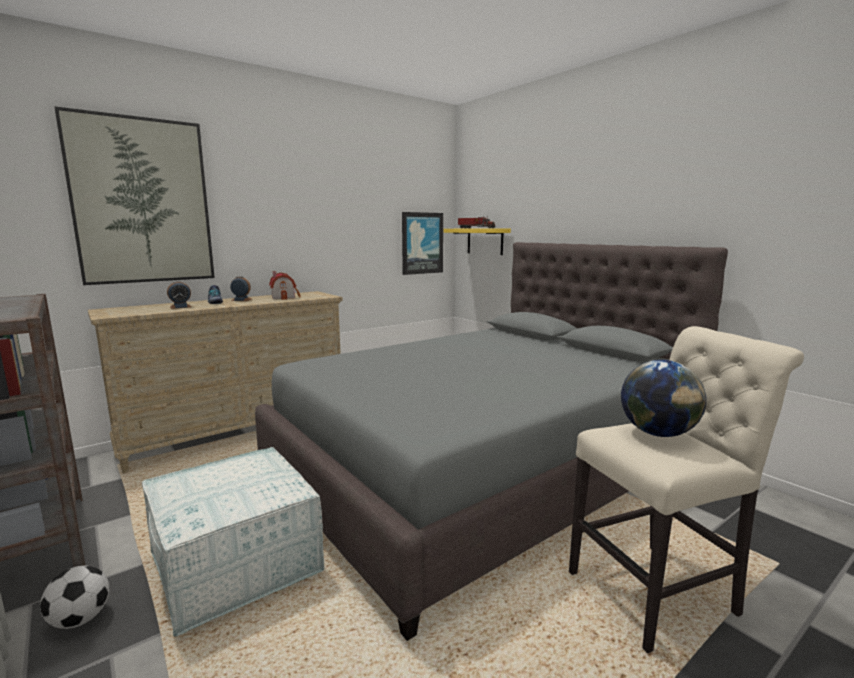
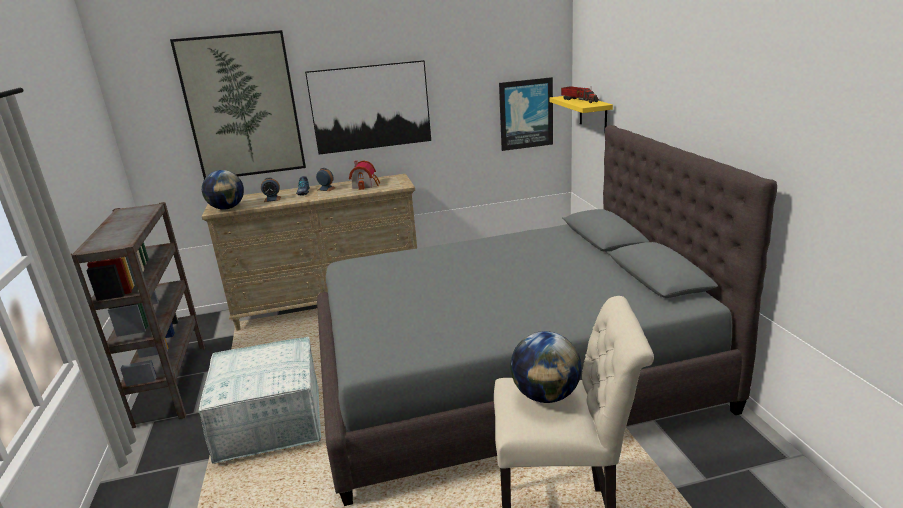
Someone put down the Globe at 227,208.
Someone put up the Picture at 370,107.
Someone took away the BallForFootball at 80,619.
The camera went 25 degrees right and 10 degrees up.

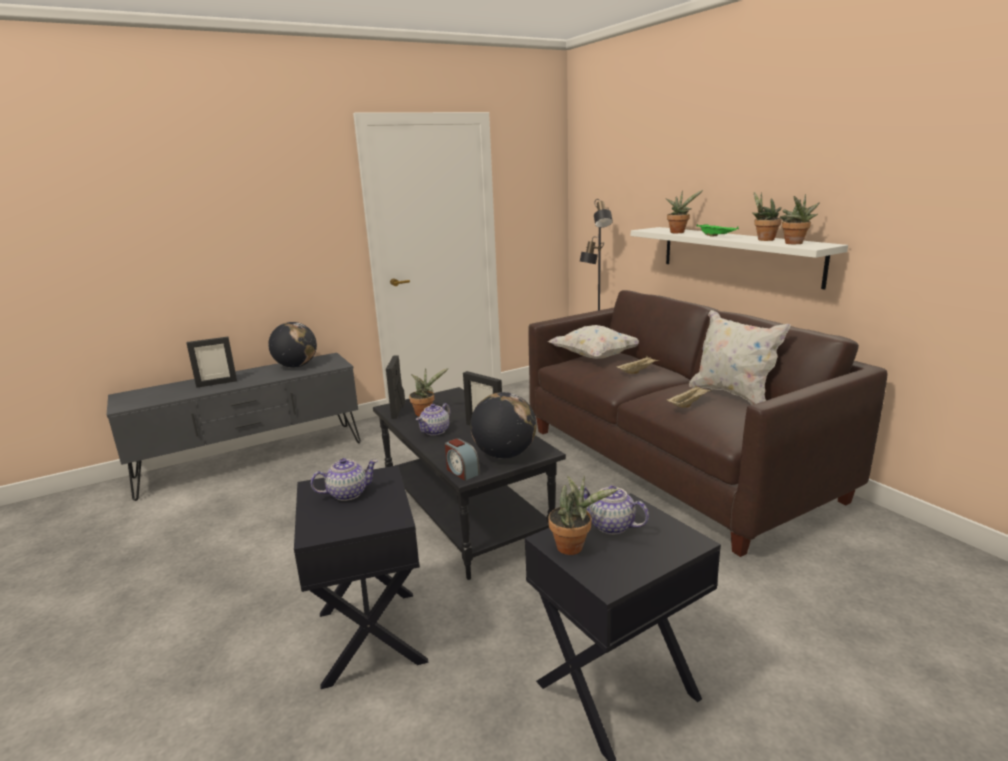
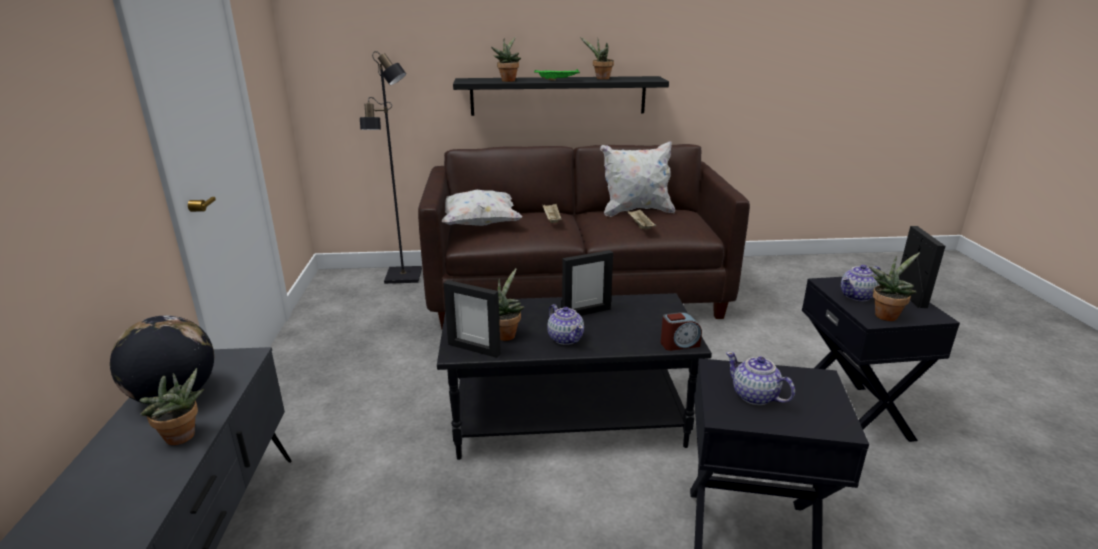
Someone carried the PlantInAPot from 794,243 to 183,438.
Someone repainted the WhitishShelf at 737,254, which became the BlackColouredShelf at 558,95.
Someone rotated the PotForTea at 347,493 by 45 degrees counterclockwise.
Someone carried the StandingFrame from 217,383 to 909,295.
Someone took away the Globe at 504,454.
The camera went 65 degrees left and 5 degrees up.

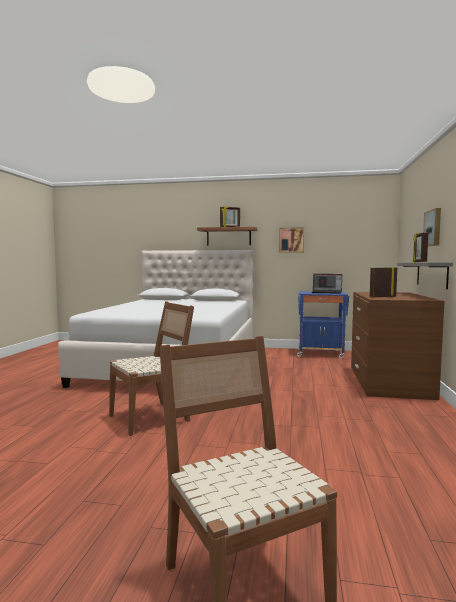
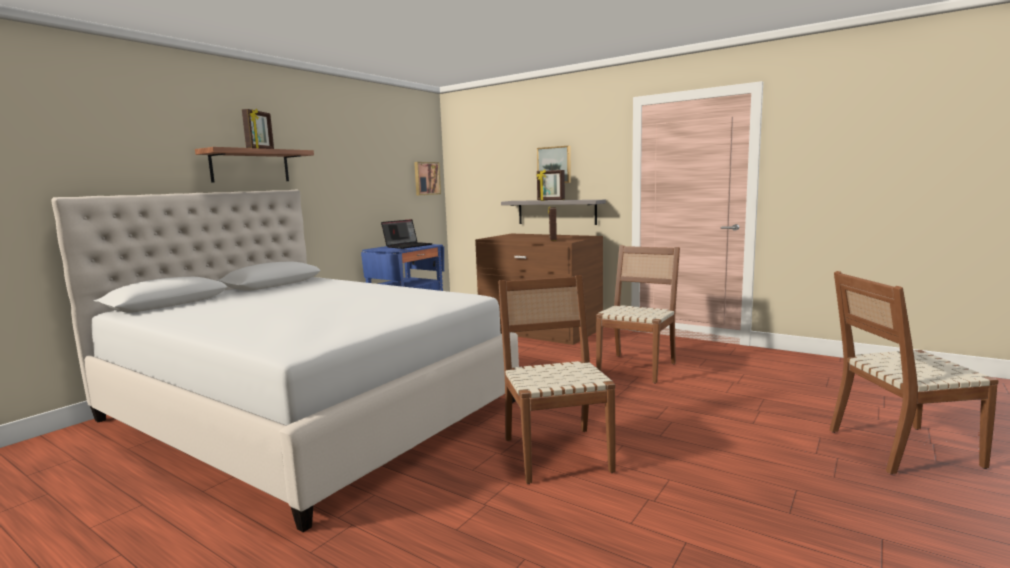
Someone carried the Picture from 291,240 to 426,178.
Someone put down the UprightChair at 637,367.
The camera went 65 degrees left and 5 degrees up.

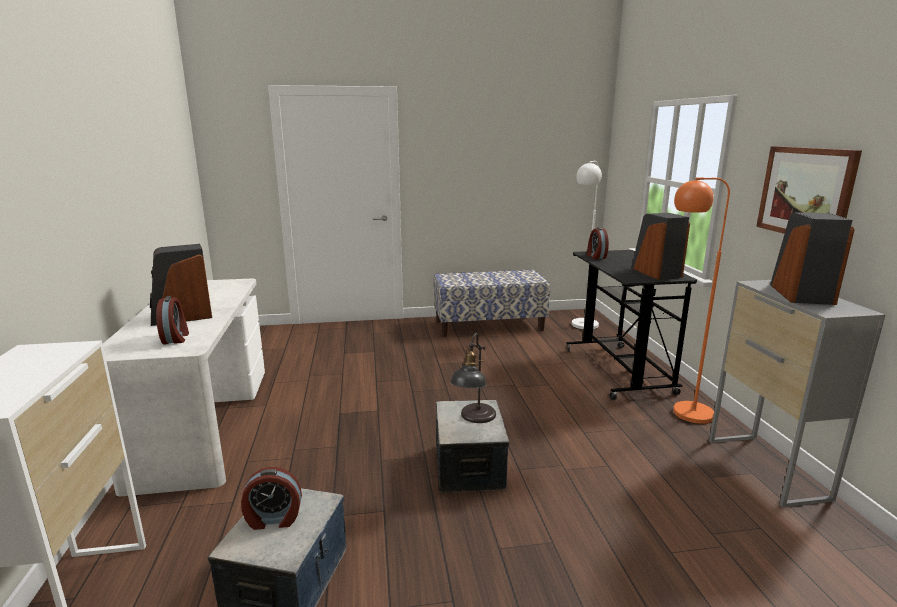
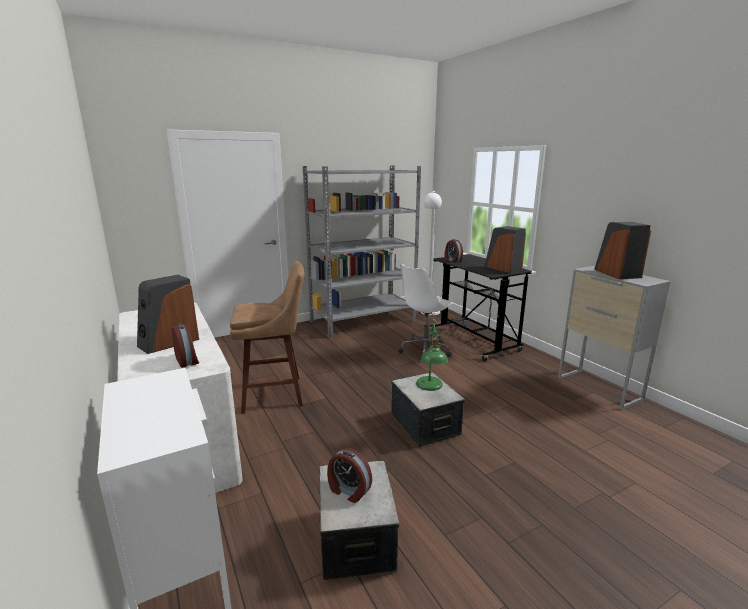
Someone put down the BrownColouredStoolSeat at 275,394.
Someone swapped the LongSeat at 489,325 for the GreyShelvingUnit at 363,321.
Someone rotated the AlarmClock at 273,519 by 60 degrees clockwise.
Someone put down the WhitishComputerChair at 424,351.
Someone repainted the GreyTabletopLamp at 474,421, which became the GreenishTabletopLamp at 431,390.
Someone took away the OrangeyStandingLamp at 681,415.
Someone took away the Picture at 805,192.
The camera went 20 degrees left and 0 degrees up.

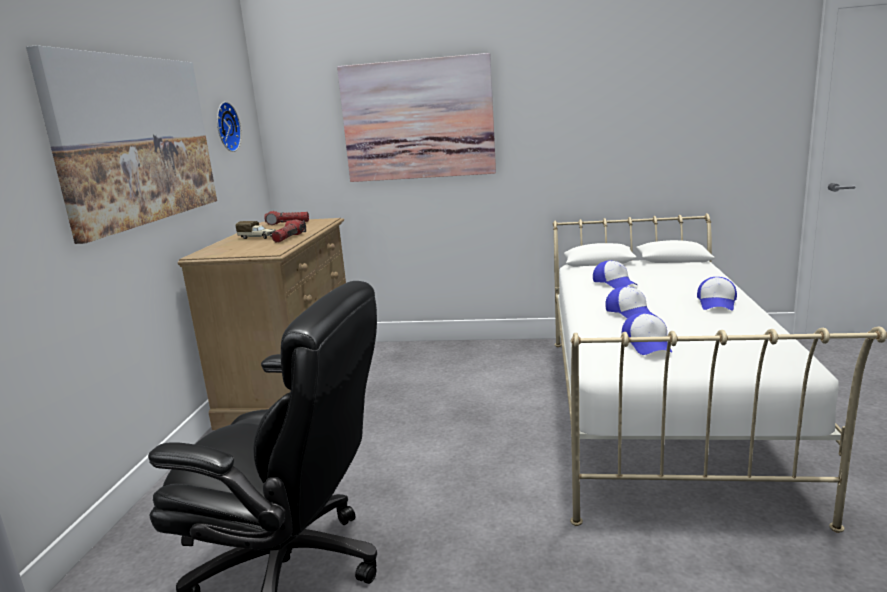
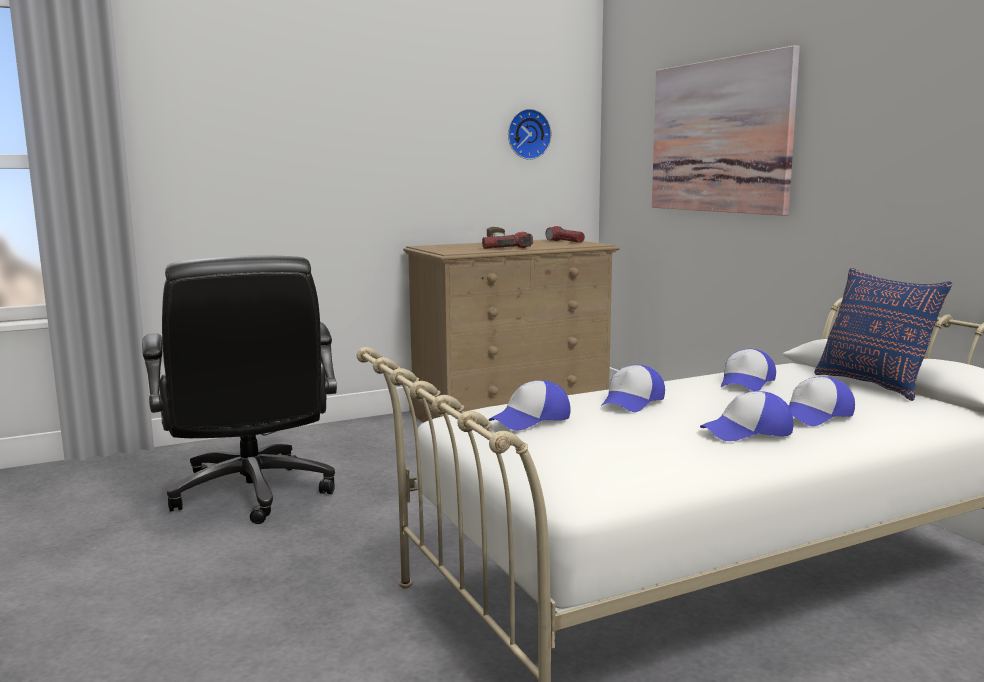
Someone put down the PeakedCap at 815,416.
Someone put down the BluishThrowPillow at 873,385.
Someone took away the Picture at 137,140.
The camera went 55 degrees right and 5 degrees down.

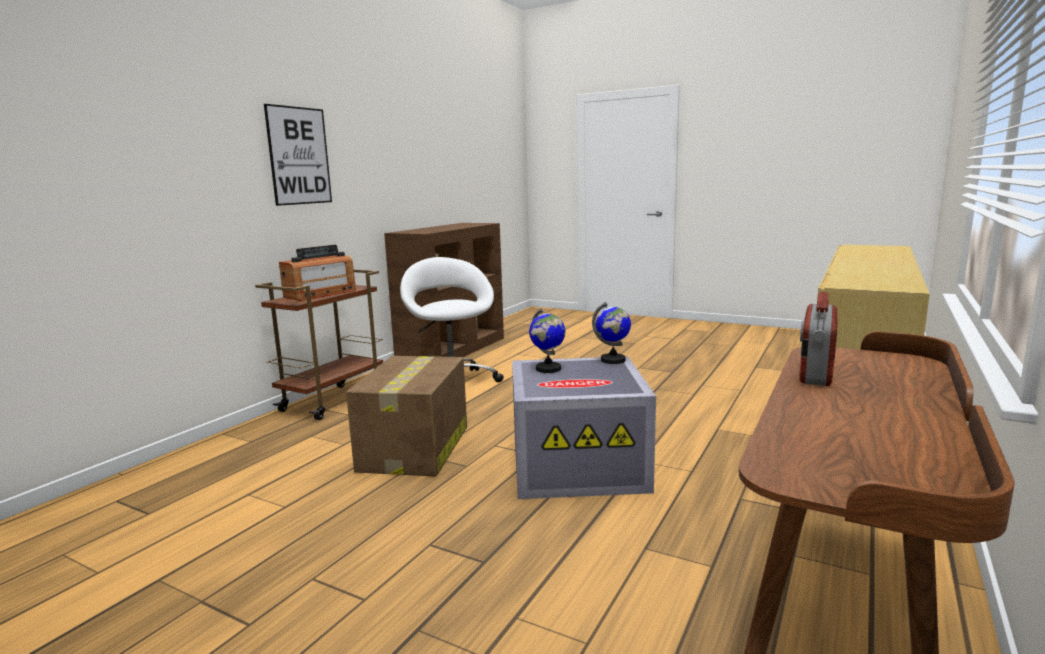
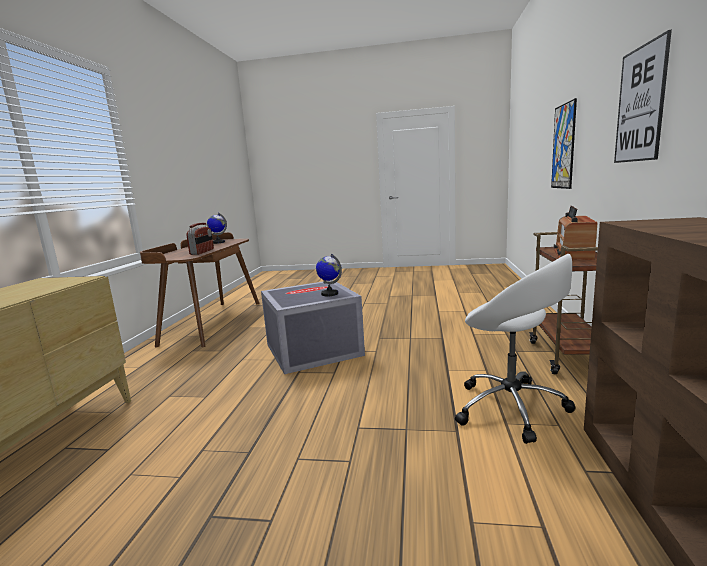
Someone carried the Globe from 613,360 to 218,242.
Someone put up the Picture at 563,146.
Someone took away the CardboardBox at 414,449.
The camera went 160 degrees right and 0 degrees up.

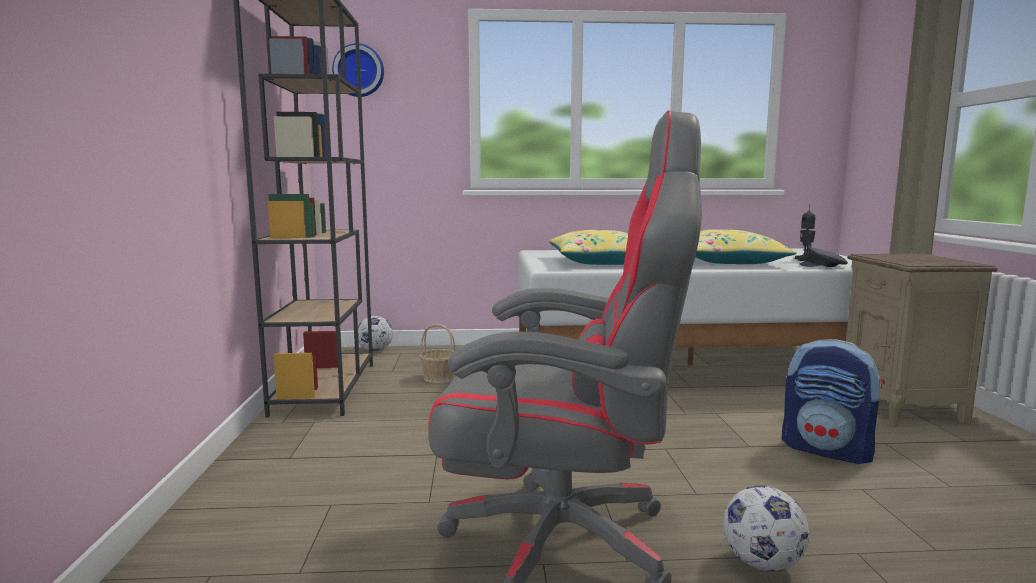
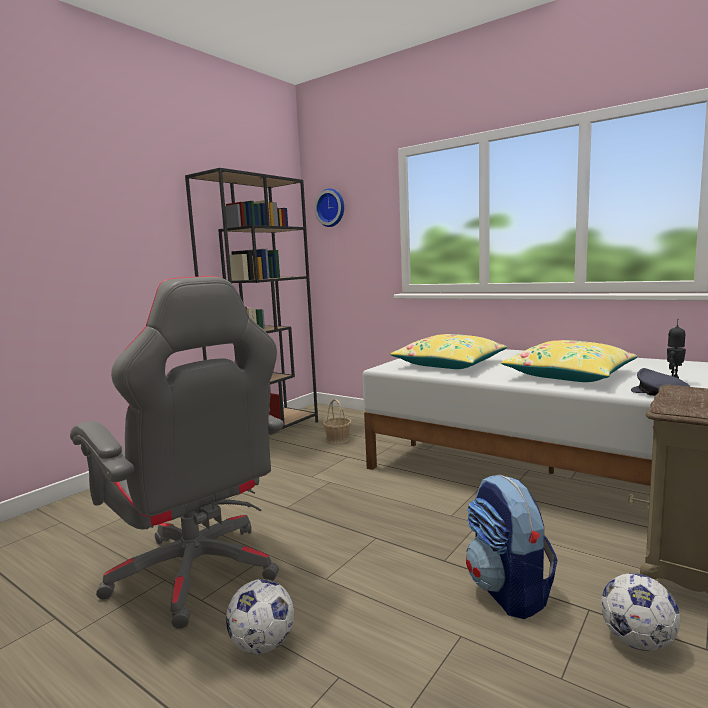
Someone carried the BallForFootball from 375,350 to 637,641.
The camera went 40 degrees right and 0 degrees up.

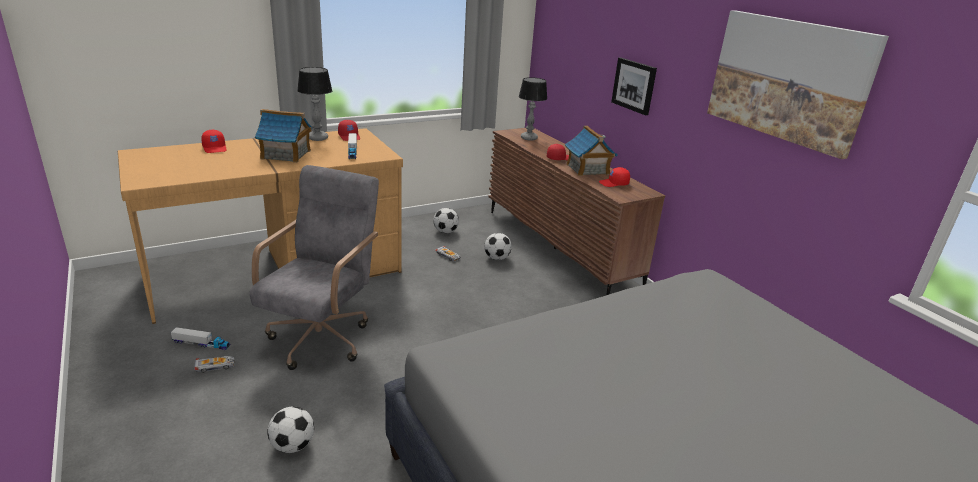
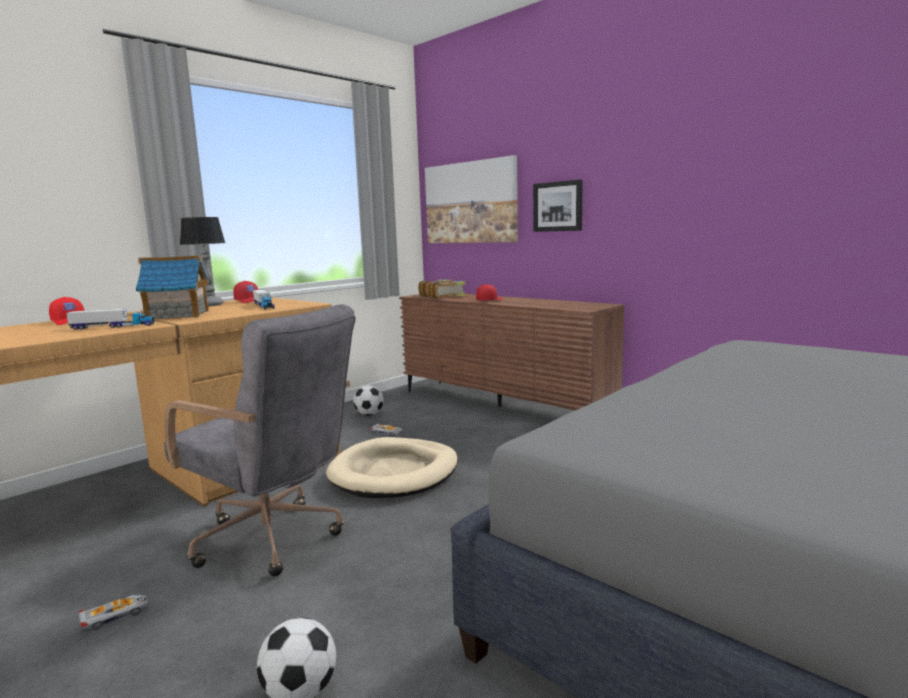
Someone carried the ToyTruck from 201,344 to 113,327.
Someone rotated the GreyComputerChair at 322,338 by 120 degrees clockwise.
Someone put down the BeigeDogBed at 394,473.
Someone swapped the TabletopLamp at 528,138 for the BoundBook at 442,296.
Someone carried the Picture from 788,79 to 471,202.
Someone took away the BallForFootball at 497,258.
Someone took away the ToyHouse at 587,169.
Someone took away the RedColouredPeakedCap at 614,183.
The camera went 15 degrees left and 15 degrees down.

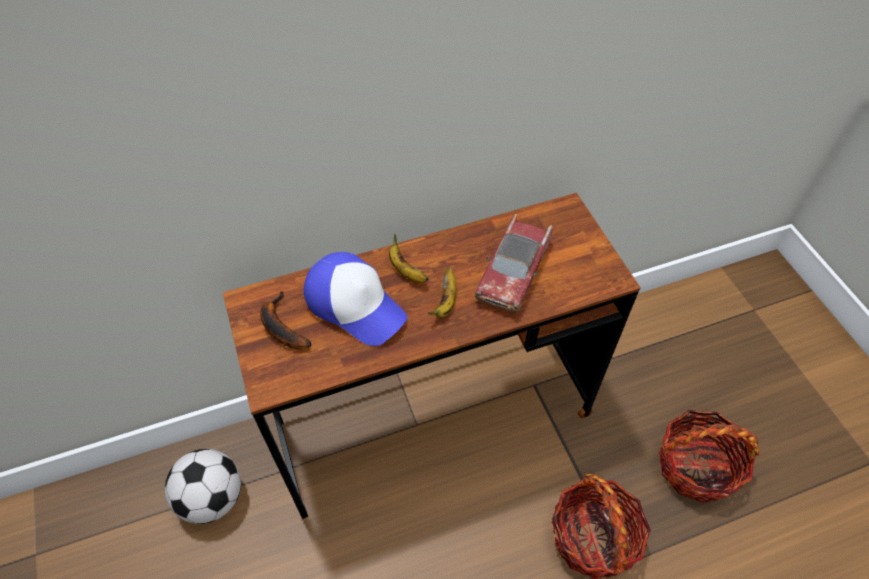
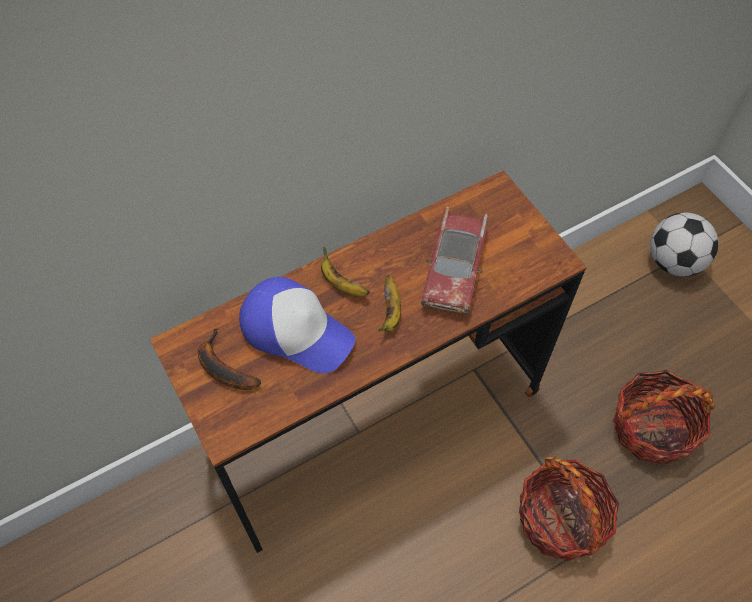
Someone carried the BallForFootball from 212,498 to 673,262.
The camera went 10 degrees left and 5 degrees up.

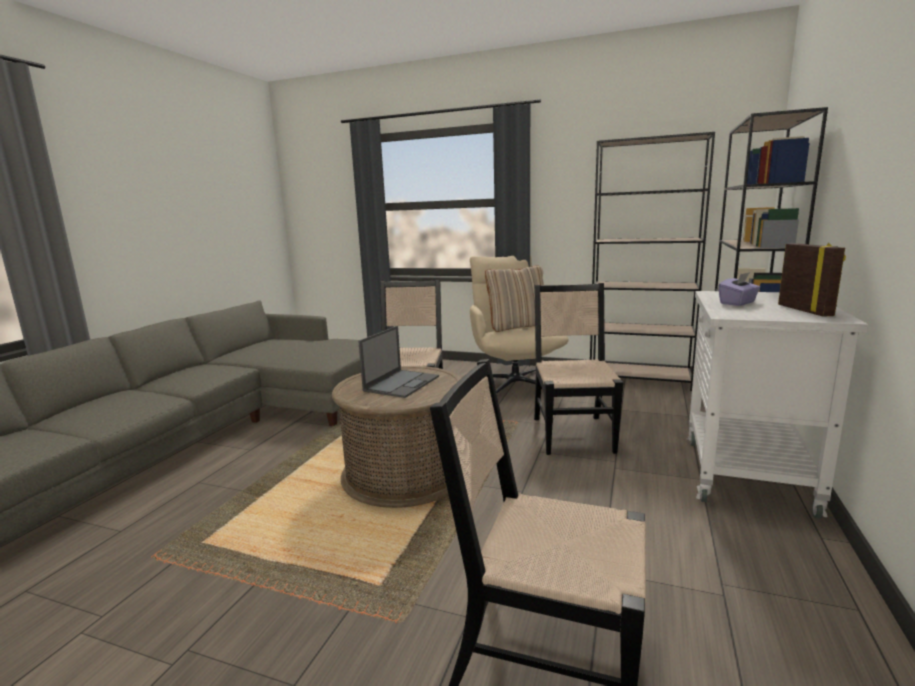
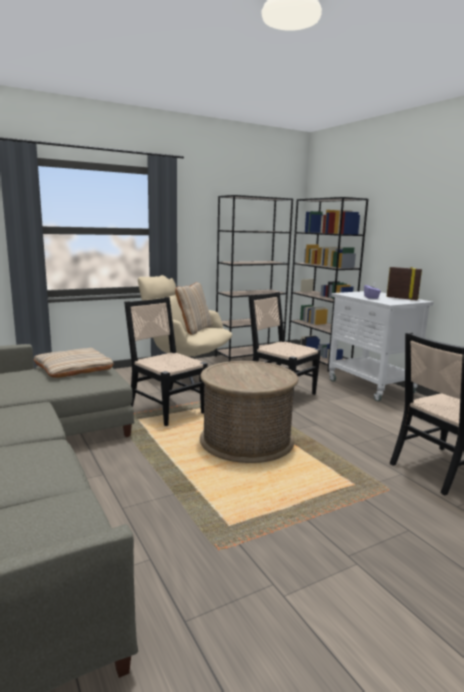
Someone put down the BeigeThrowPillow at 73,368.
Someone took away the NotebookComputer at 402,383.
The camera went 50 degrees left and 0 degrees up.

